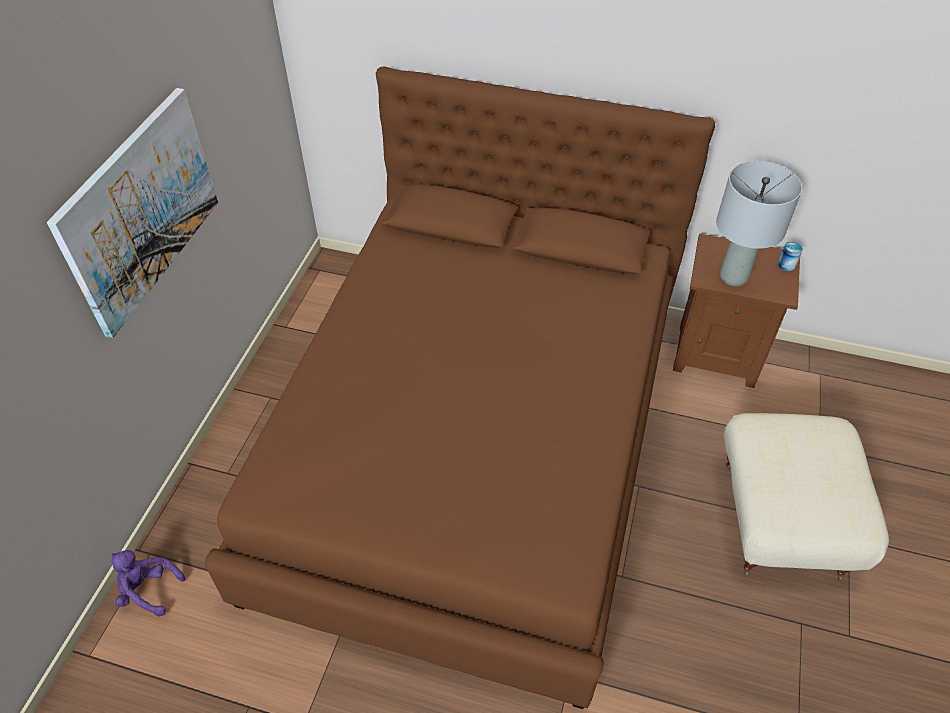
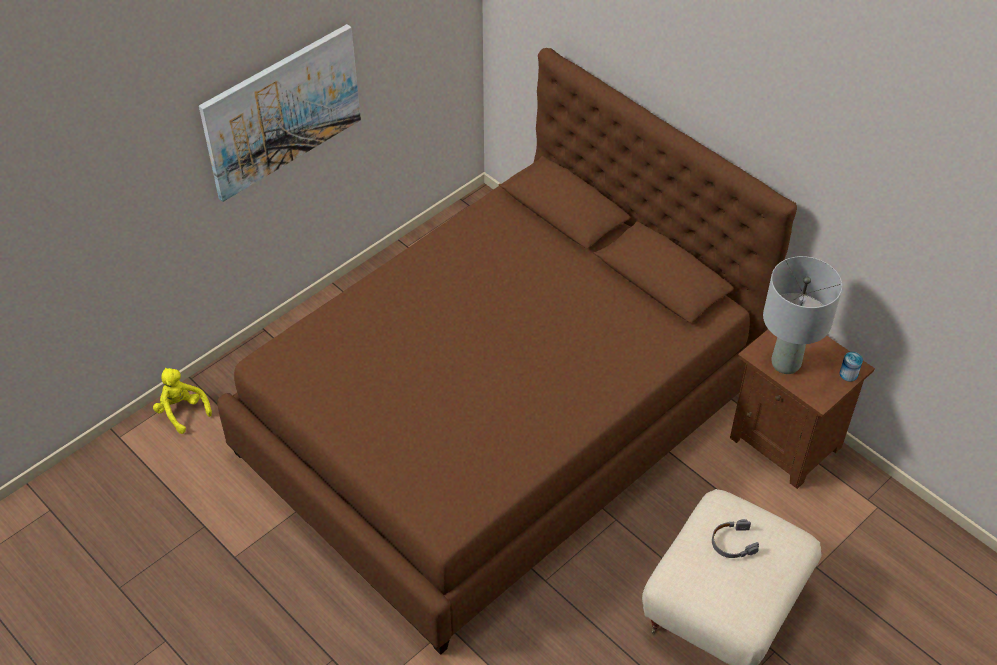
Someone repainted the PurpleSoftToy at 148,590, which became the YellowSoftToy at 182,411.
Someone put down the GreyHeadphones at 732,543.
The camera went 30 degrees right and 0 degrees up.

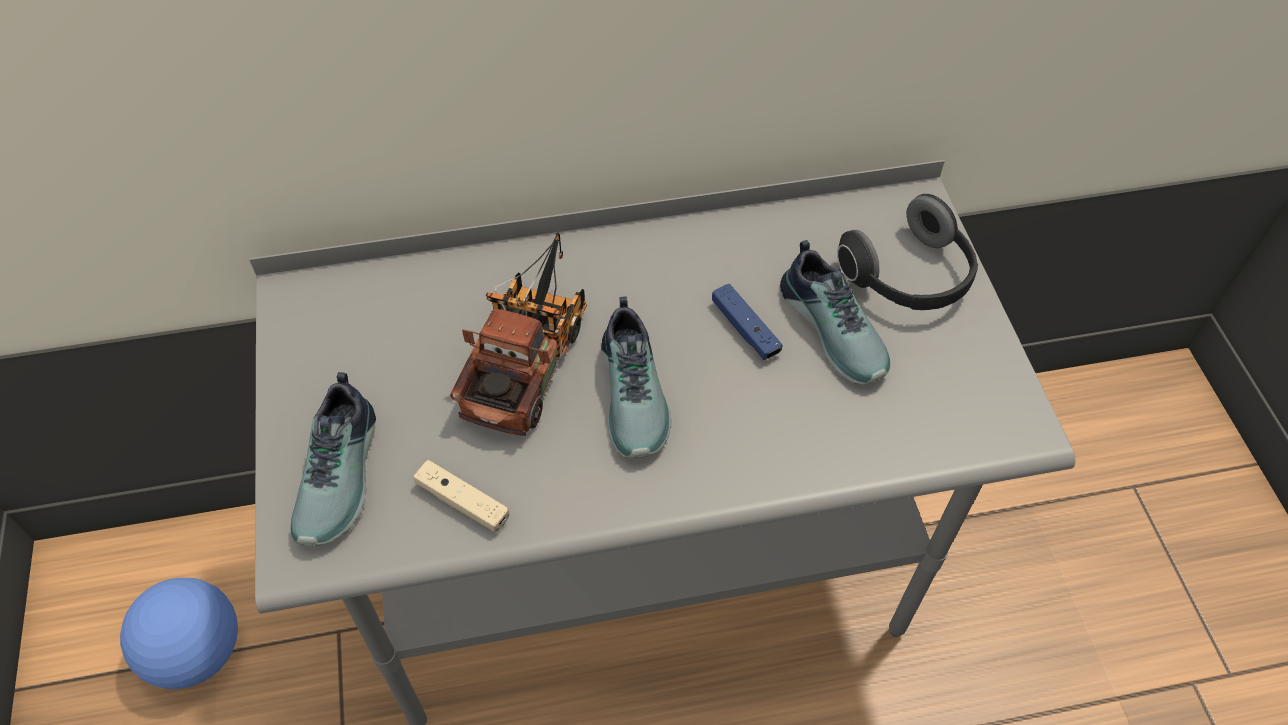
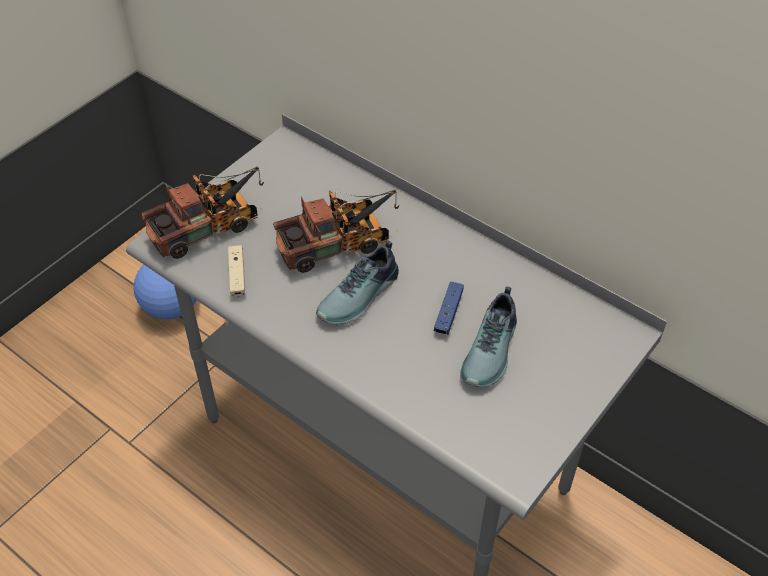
Someone swapped the LowShoe at 342,475 for the ToyTruck at 211,227.
Someone took away the Headphones at 909,278.
The camera went 50 degrees right and 5 degrees down.

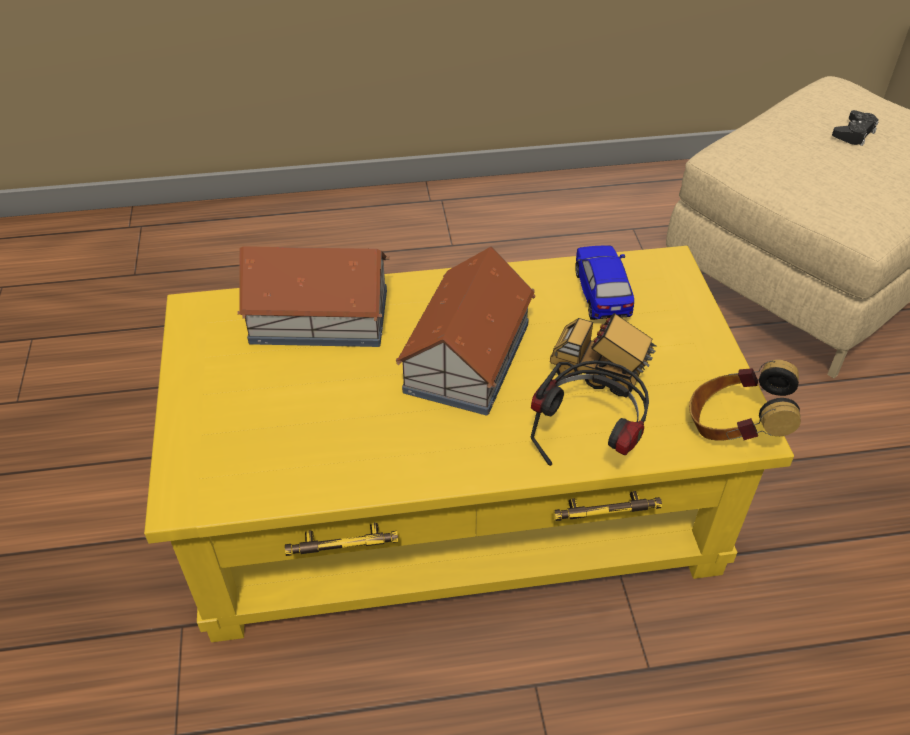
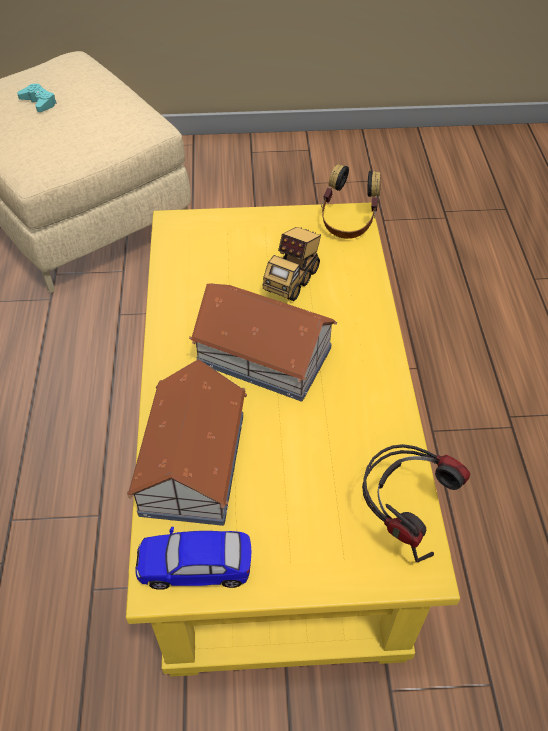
Someone repainted the BlackColouredGamepad at 854,133, which became the TurquoiseColouredGamepad at 39,102.
Someone carried the MiniatureCar from 601,293 to 195,567.
Someone carried the Headphones from 590,442 to 403,515.
The camera went 85 degrees left and 5 degrees up.

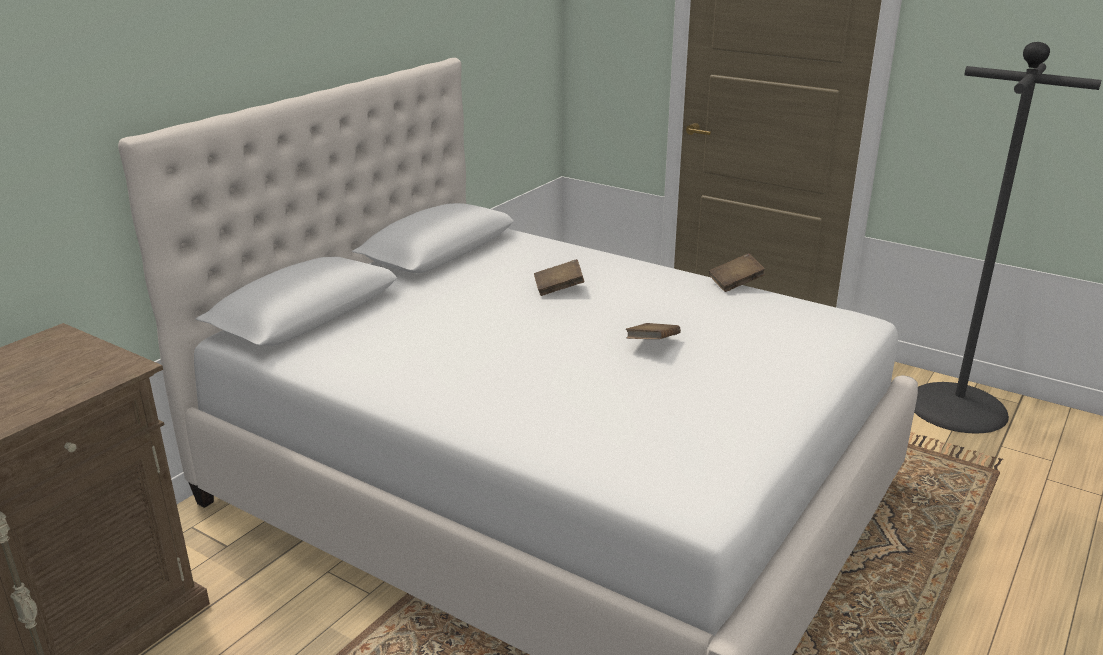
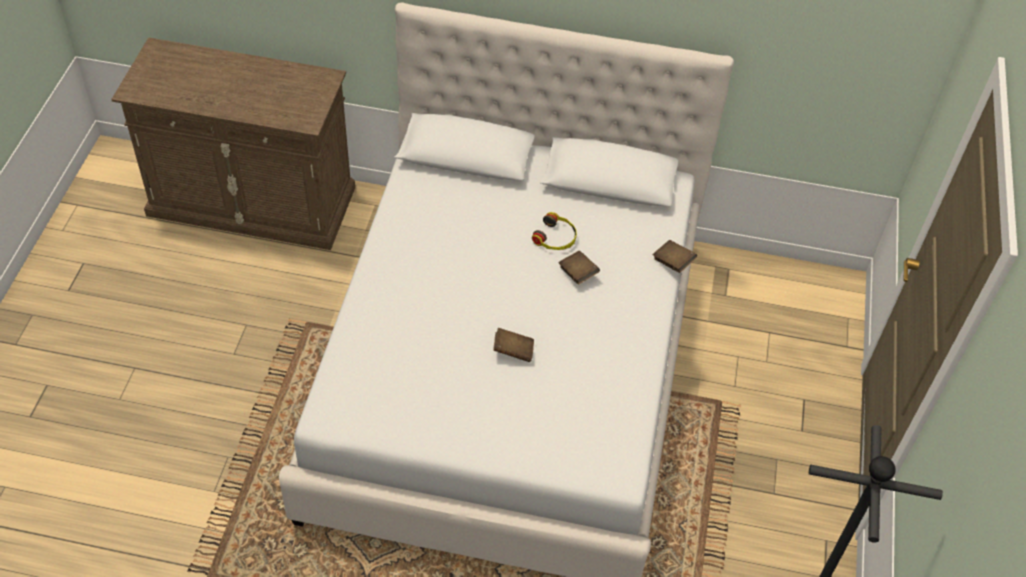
Someone put down the Headphones at 555,238.
Someone carried the BrownColouredBoundBook from 735,284 to 673,262.
The camera went 65 degrees right and 25 degrees up.

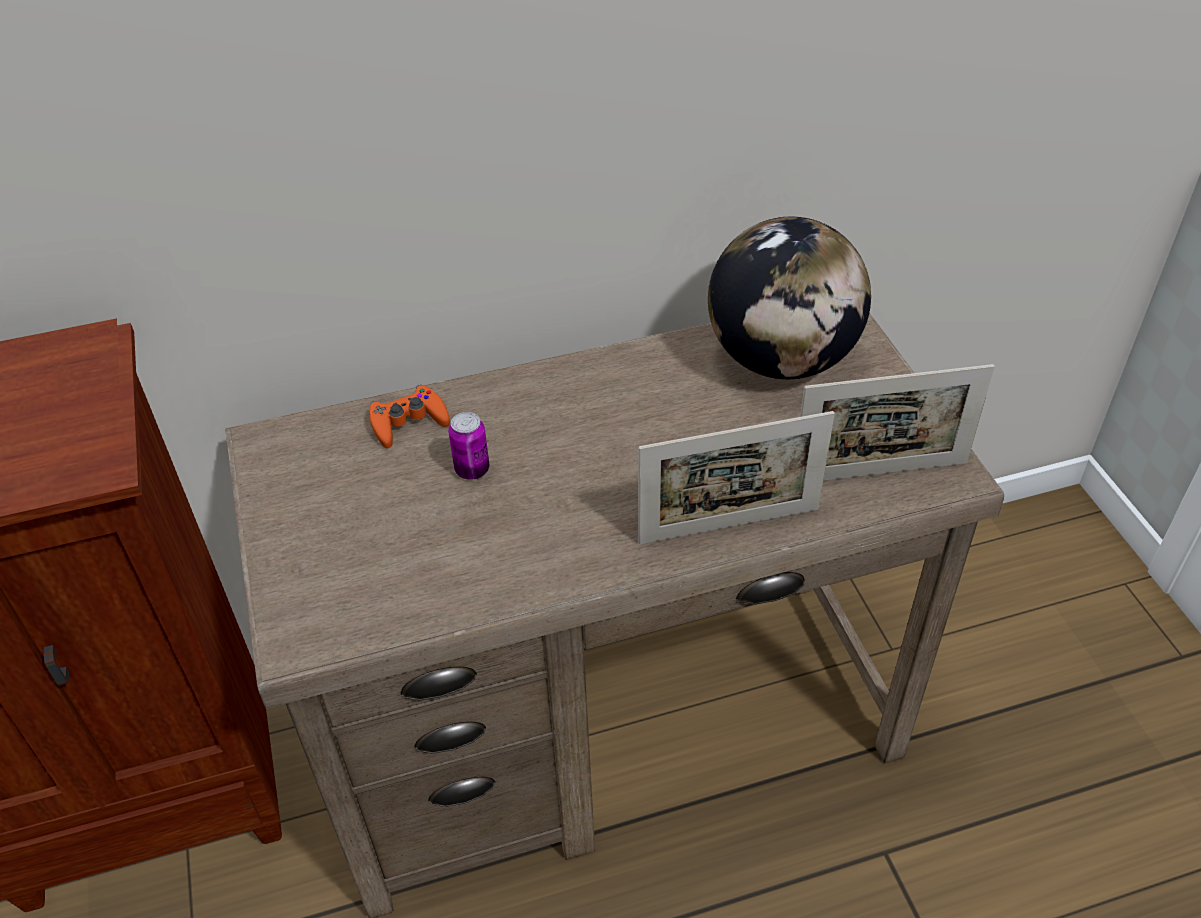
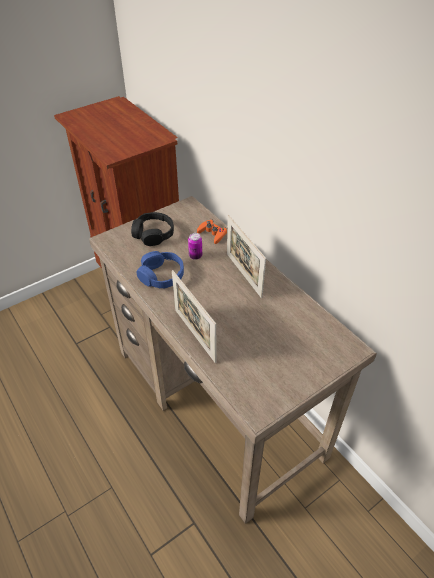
Someone put down the BlackColouredHeadphones at 153,234.
Someone put down the BluishHeadphones at 161,275.
Someone carried the StandingFrame from 879,472 to 243,275.
Someone took away the Globe at 781,360.
The camera went 70 degrees right and 0 degrees up.

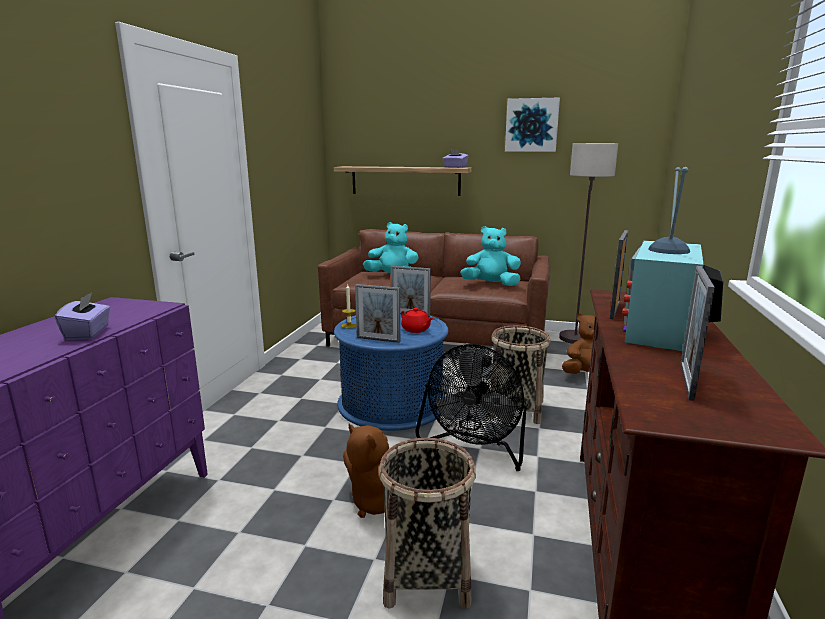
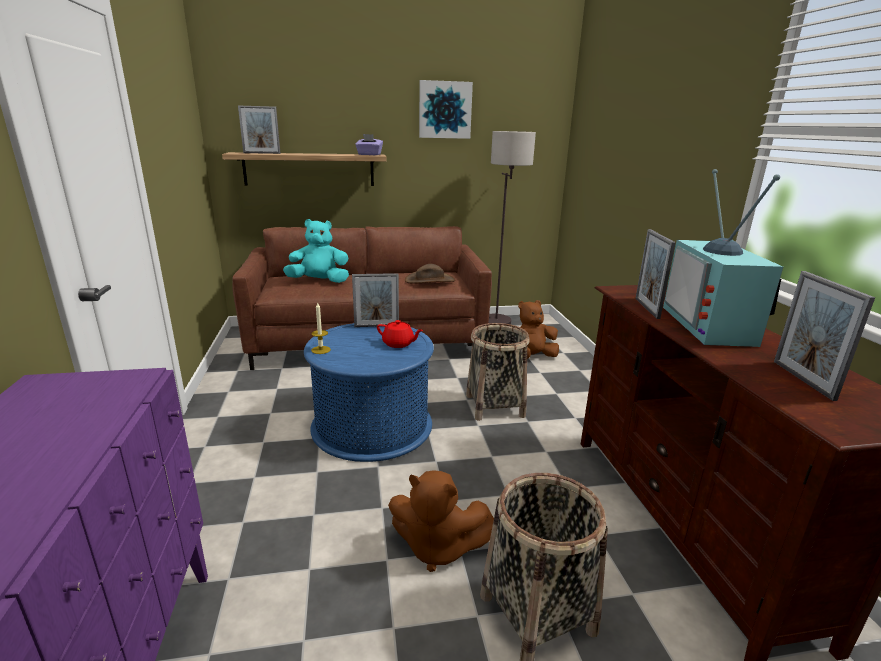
Someone carried the StandingFrame from 378,340 to 262,153.
Someone swapped the TurquoiseColouredSoftToy at 491,284 for the BrownColouredHat at 430,280.
Someone took away the PurpleTissueHolder at 88,333.
Someone took away the BlackColouredElectricFan at 472,445.
The camera went 25 degrees left and 5 degrees up.

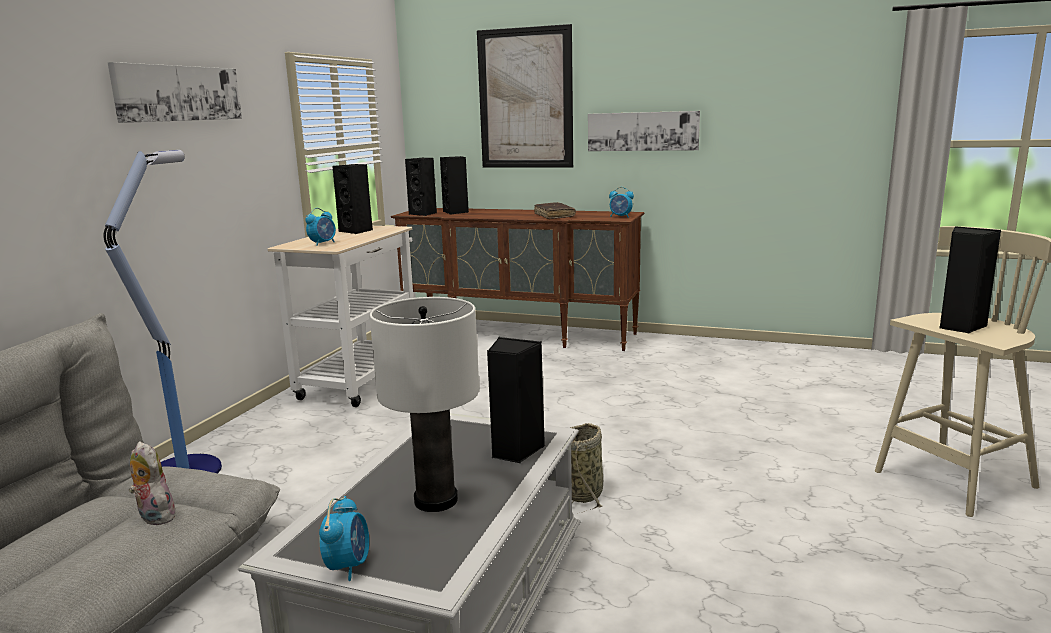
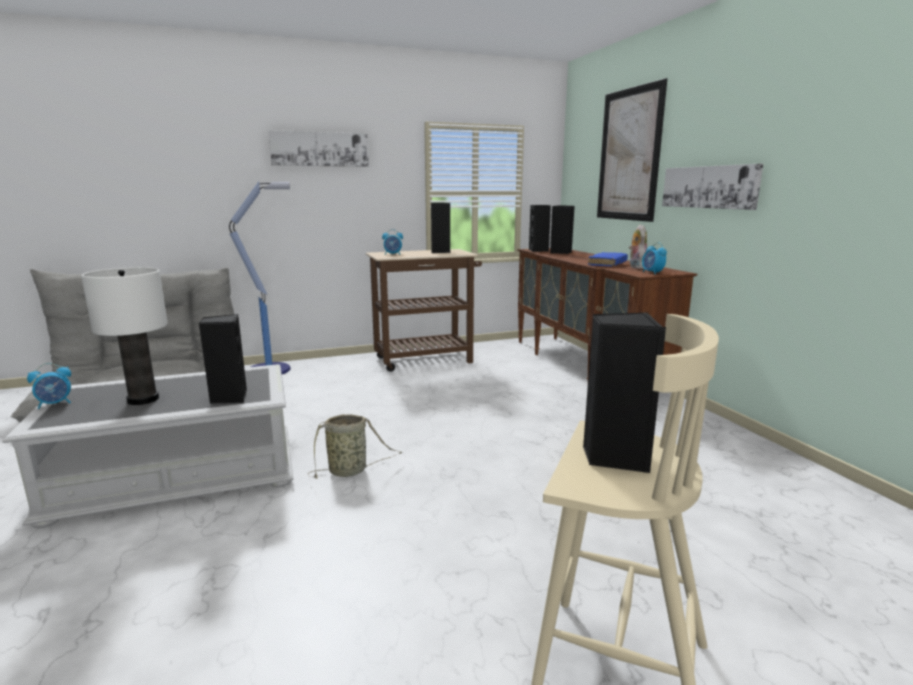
Someone repainted the WhitishTrolley at 360,382, which became the BrownColouredTrolley at 425,360.
Someone repainted the BrownColouredBoundBook at 554,216, which became the BluishBoundBook at 607,264.
Someone carried the SoftToy from 154,517 to 636,267.
The camera went 50 degrees right and 0 degrees up.

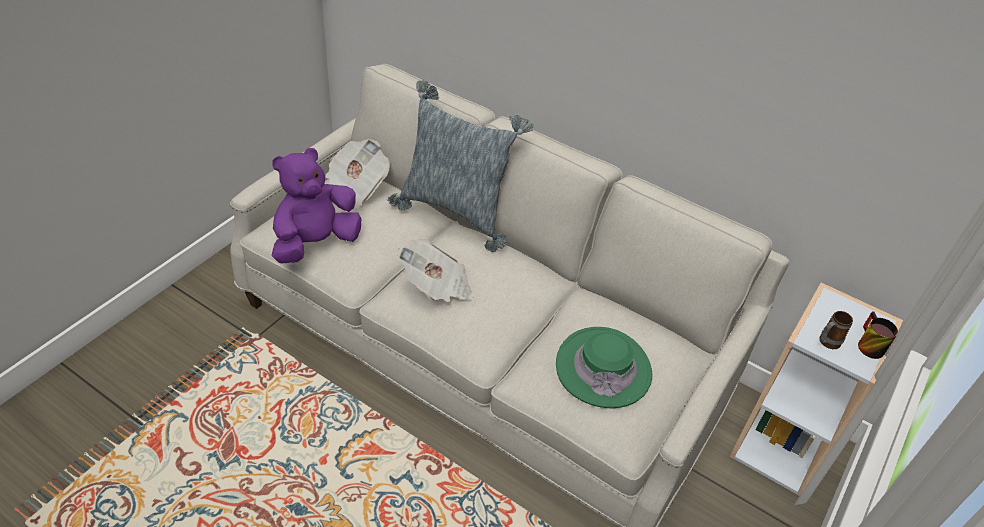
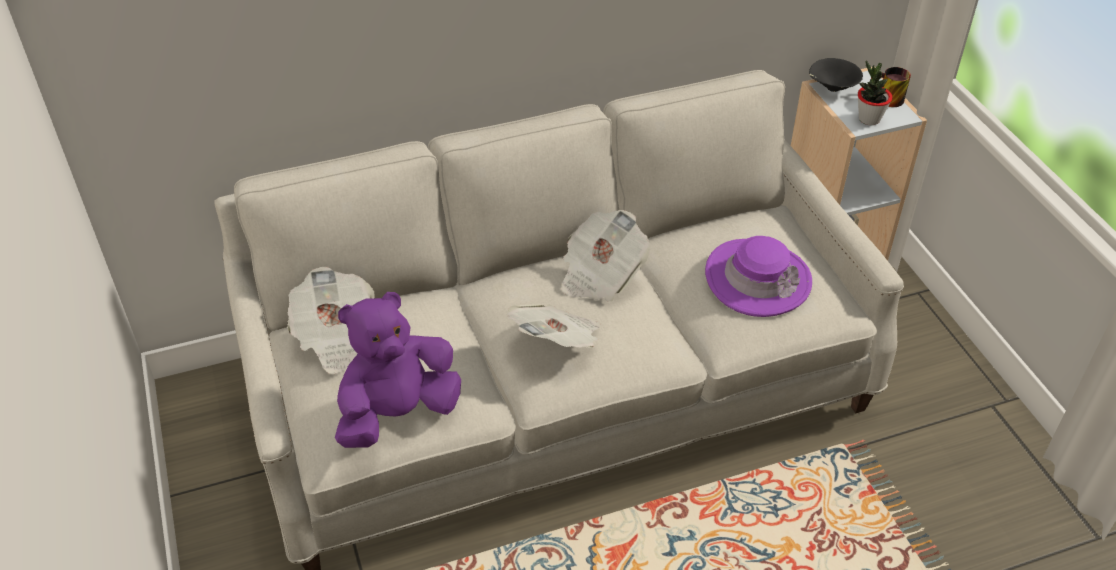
Someone rotated the PurpleSoftToy at 315,243 by 60 degrees clockwise.
Someone put down the Newspaper at 600,274.
Someone repainted the GreenishHat at 603,369, which became the PurpleHat at 757,278.
Someone put down the BlackColouredBowl at 831,88.
Someone swapped the TeaMug at 826,343 for the PlantInAPot at 869,119.
Someone took away the ThrowPillow at 456,217.
The camera went 50 degrees left and 0 degrees up.

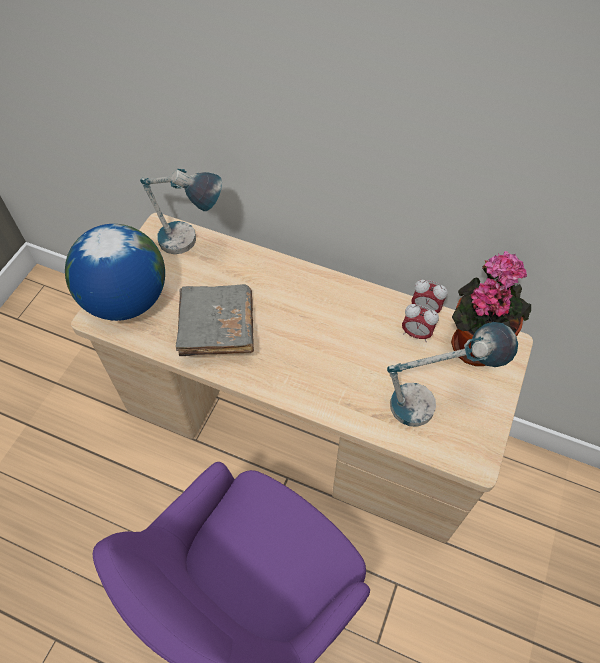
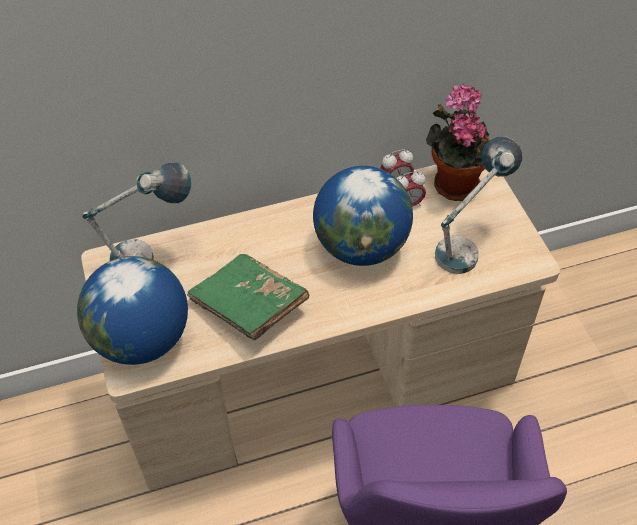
Someone repainted the GreyBoundBook at 217,329, which became the GreenishBoundBook at 249,306.
Someone put down the Globe at 361,247.
The camera went 40 degrees left and 5 degrees down.

